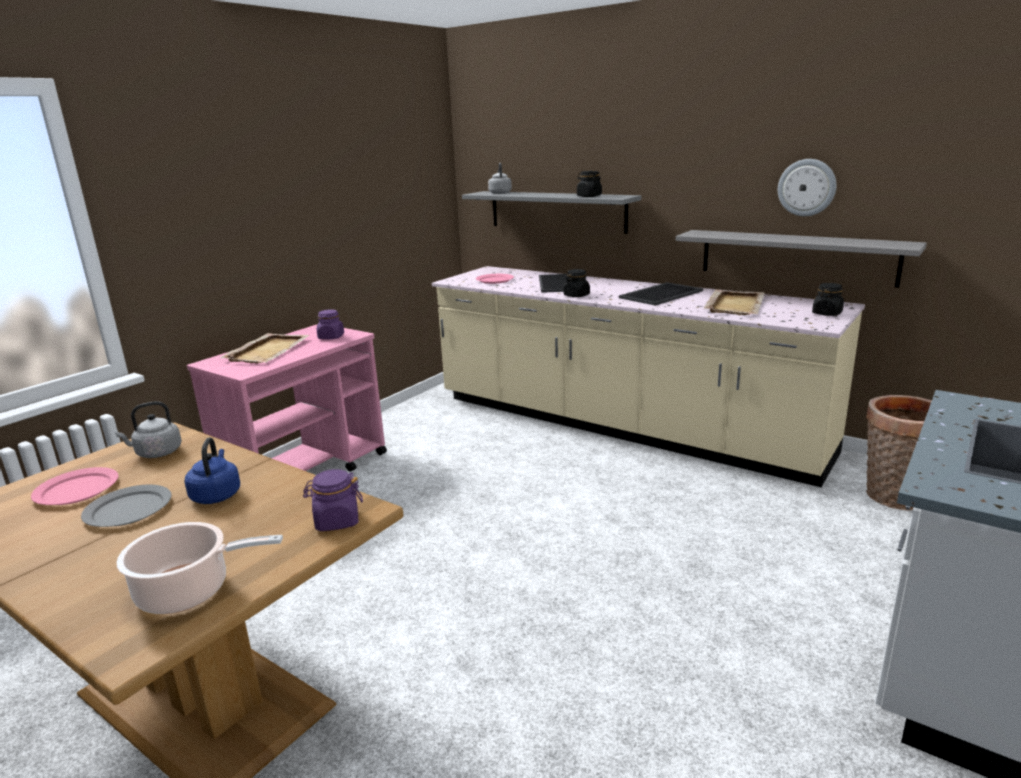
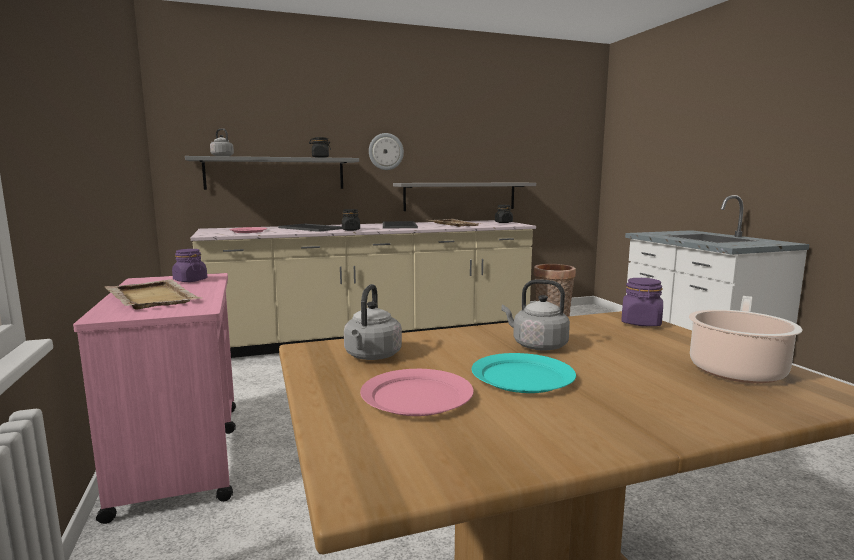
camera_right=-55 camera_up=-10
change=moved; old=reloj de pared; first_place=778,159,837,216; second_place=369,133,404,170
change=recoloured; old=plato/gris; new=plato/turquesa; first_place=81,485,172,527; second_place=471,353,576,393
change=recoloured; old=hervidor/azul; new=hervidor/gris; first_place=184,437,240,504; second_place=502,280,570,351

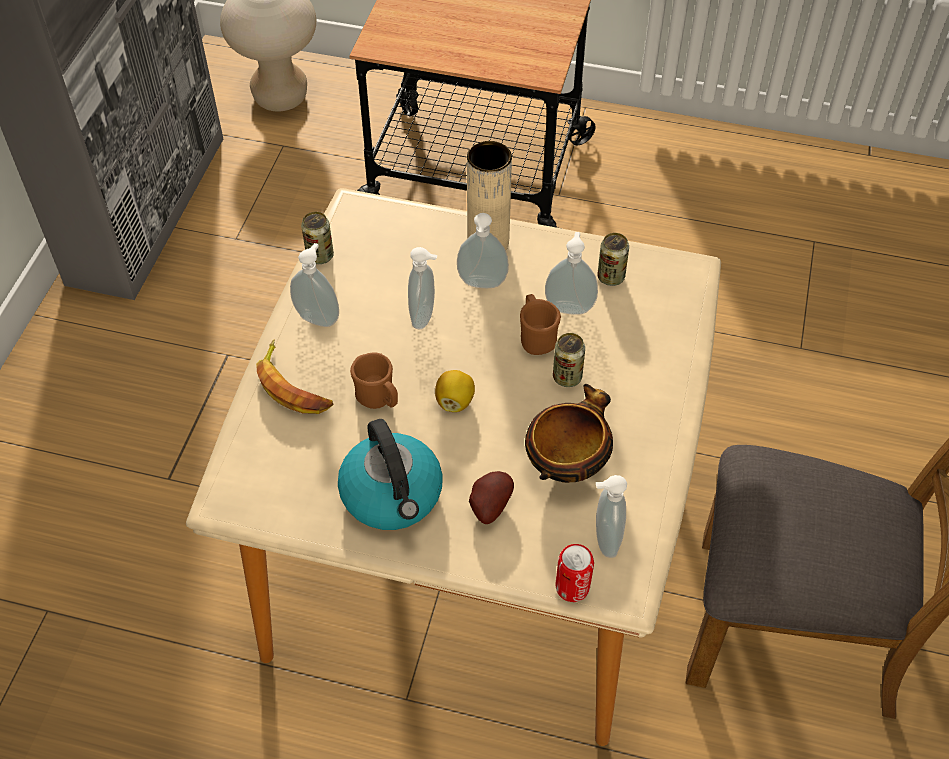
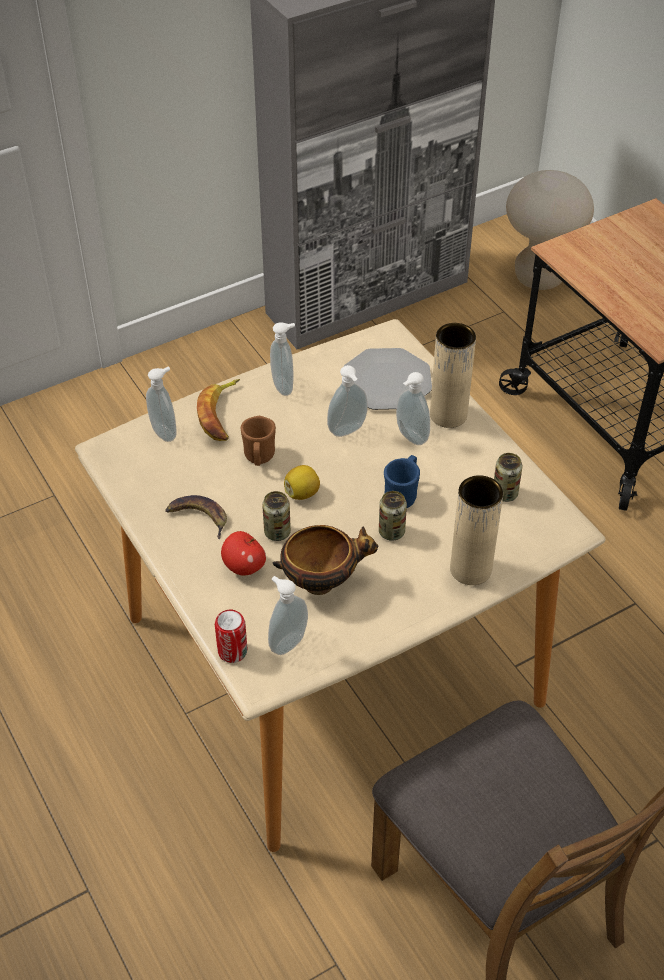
camera_right=45 camera_up=-5
change=added; new=plato; second_place=343,348,432,410
change=added; new=florero/beis; second_place=450,475,503,585
change=moved; old=lata; first_place=301,212,334,264; second_place=262,491,291,541
change=moved; old=dispensador de jabón; first_place=545,232,598,315; second_place=146,367,176,442
change=replaced; old=hervidor; new=plátano; first_place=338,419,443,530; second_place=165,495,227,539
change=replaced; old=patata; new=manzana; first_place=469,471,514,524; second_place=221,531,266,576
change=recoloured; old=taza grande/marrón; new=taza grande/azul; first_place=520,294,561,355; second_place=384,455,420,508

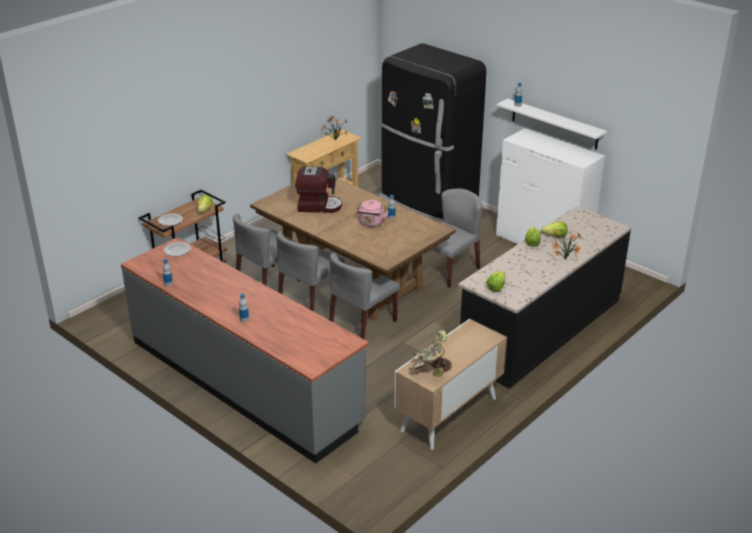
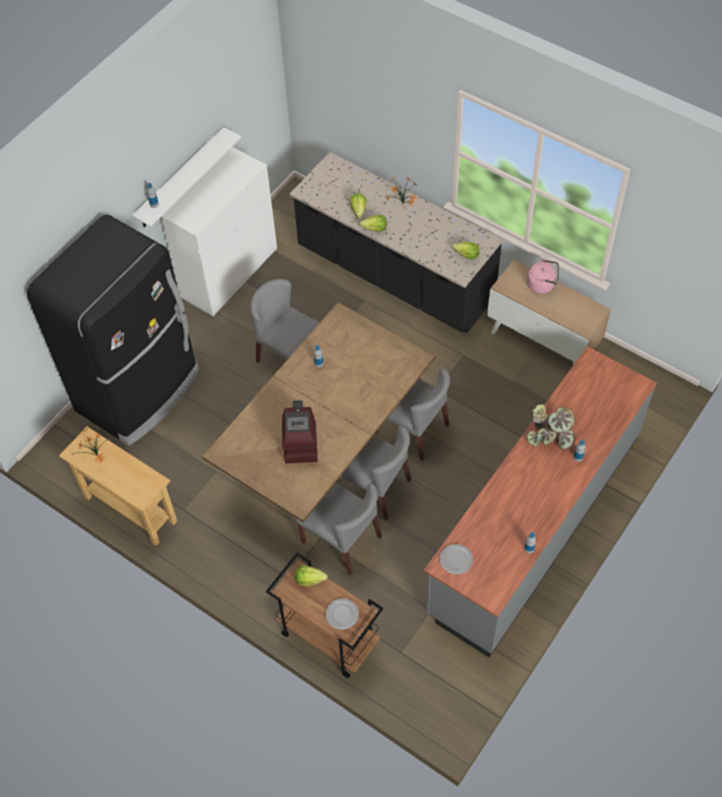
camera_right=-95 camera_up=25
change=moved; old=hervidor/rosa; first_place=357,200,389,227; second_place=527,259,559,294
change=moved; old=planta en maceta; first_place=409,330,452,377; second_place=527,404,575,450

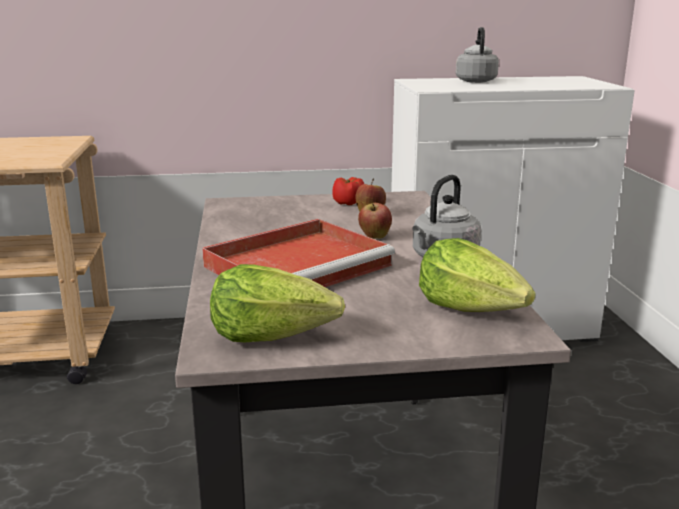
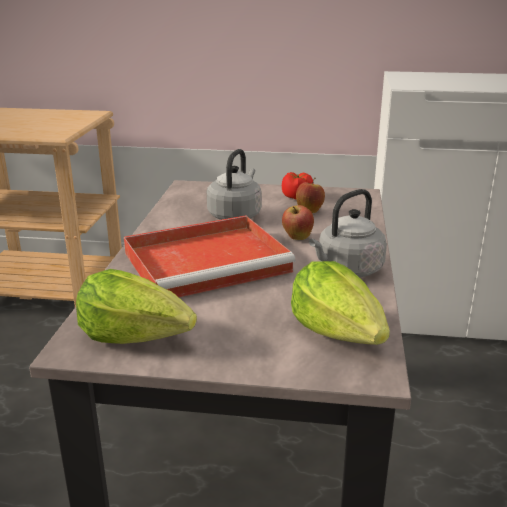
camera_right=15 camera_up=5
change=moved; old=hervidor/gris; first_place=456,27,499,83; second_place=207,149,262,220

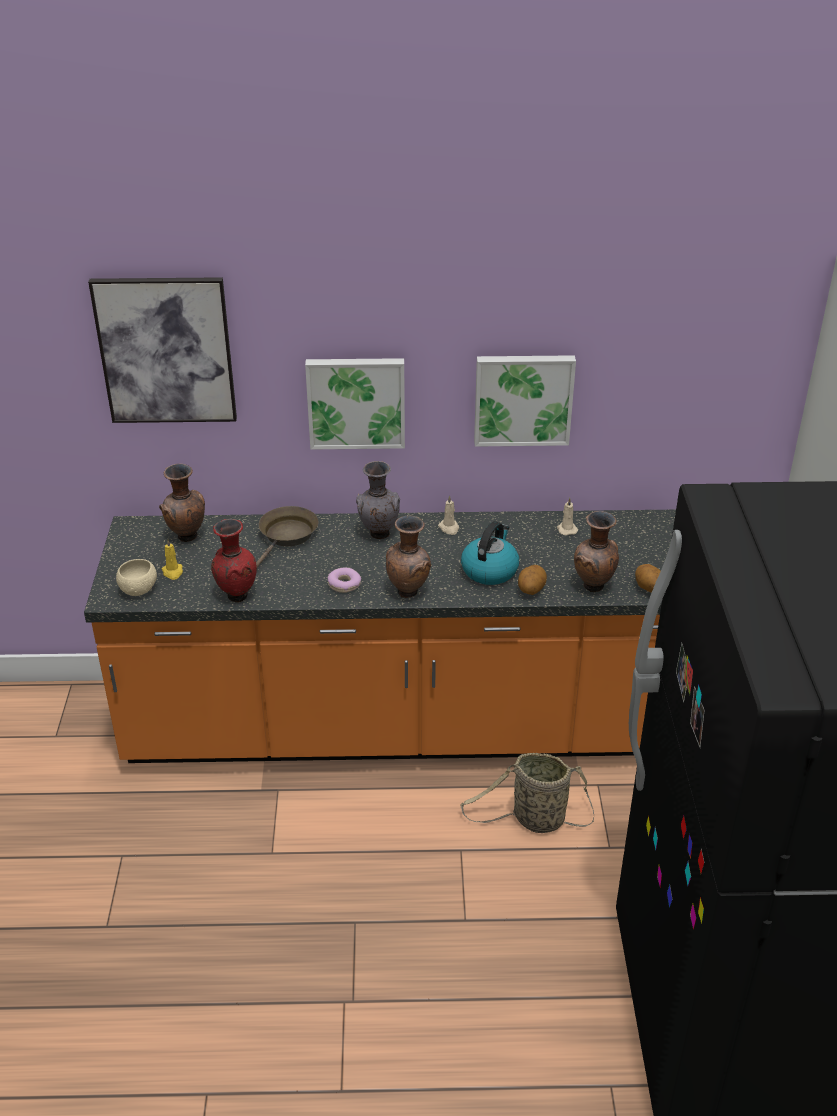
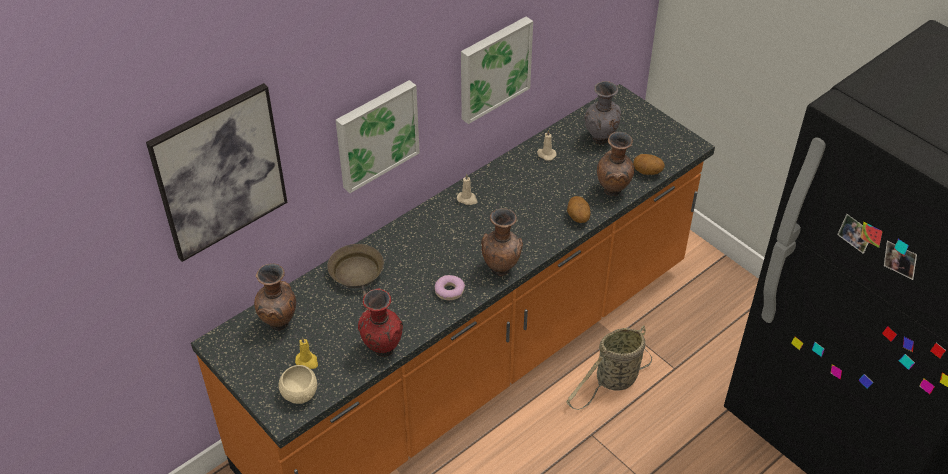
camera_right=-40 camera_up=10
change=removed; old=hervidor; first_place=461,521,519,585
change=moved; old=florero/gris; first_place=356,461,400,539; second_place=584,81,621,144

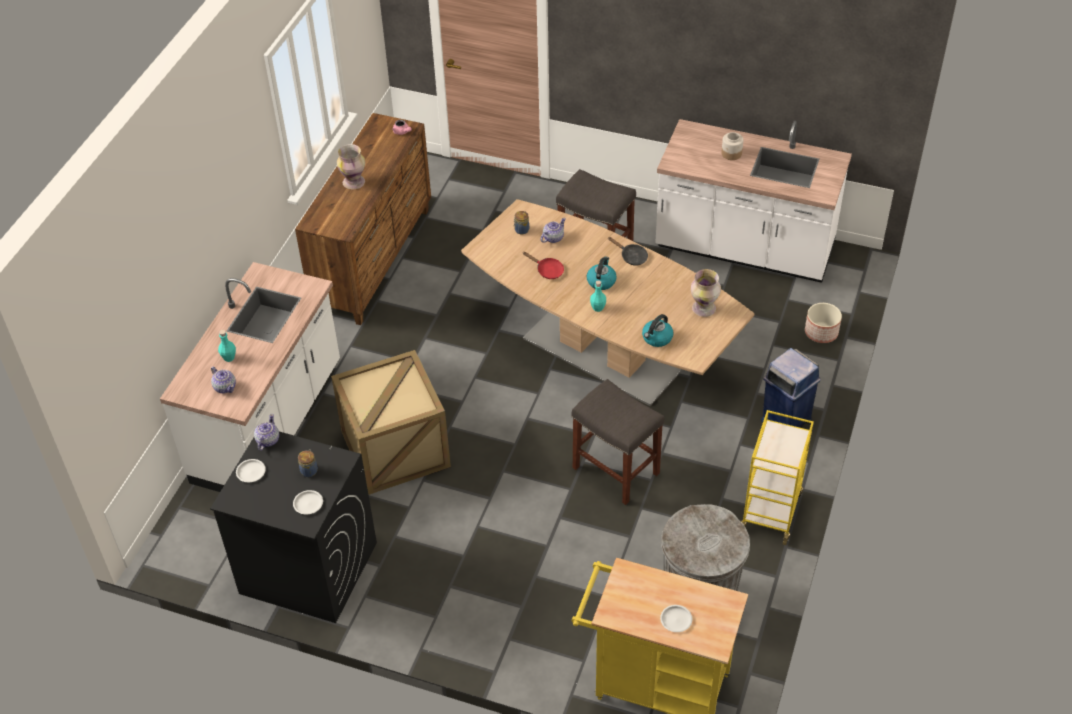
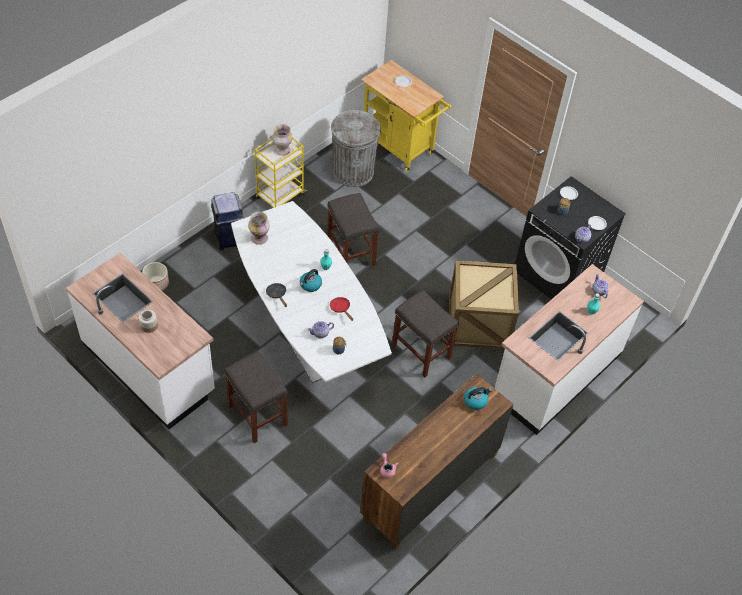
camera_right=-160 camera_up=5
change=added; new=taburete/gris; second_place=392,290,459,378
change=moved; old=florero; first_place=337,144,365,189; second_place=272,124,292,156
change=moved; old=hervidor; first_place=642,314,673,347; second_place=464,387,492,410
change=recoloured; old=mesa de comedor/marrón; new=mesa de comedor/blanco; first_place=461,199,754,406; second_place=231,201,392,383

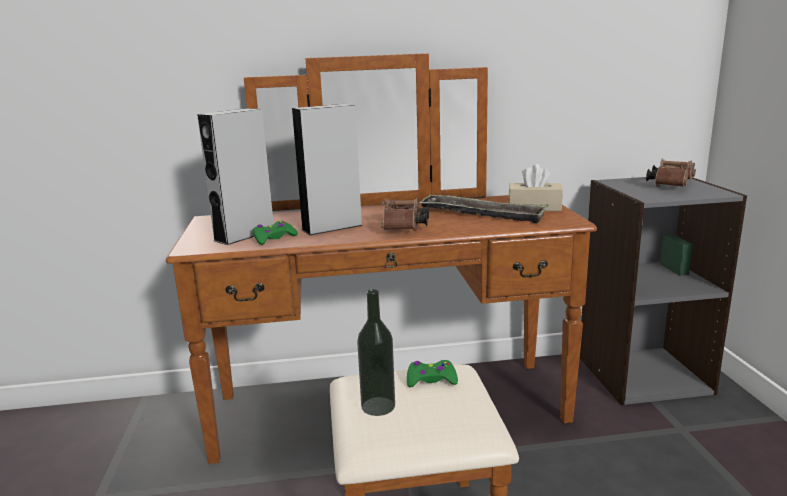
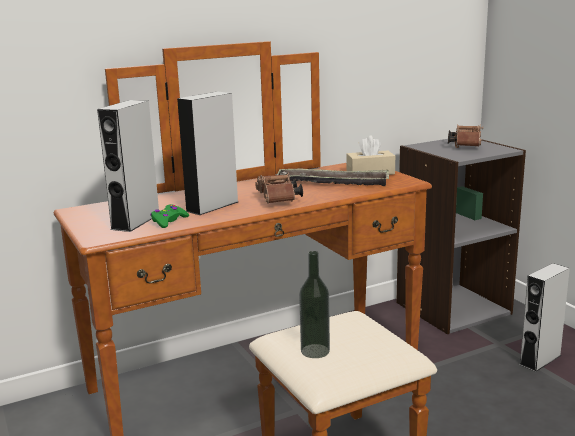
camera_right=-20 camera_up=0
change=removed; old=mando de consola/verde; first_place=407,360,458,387
change=added; new=altavoz/gris; second_place=519,263,570,372

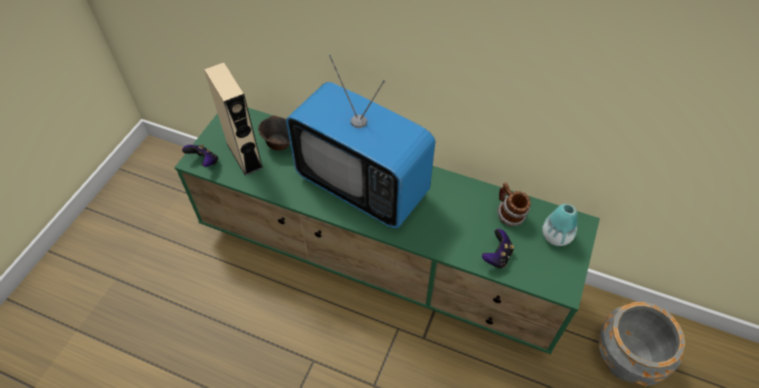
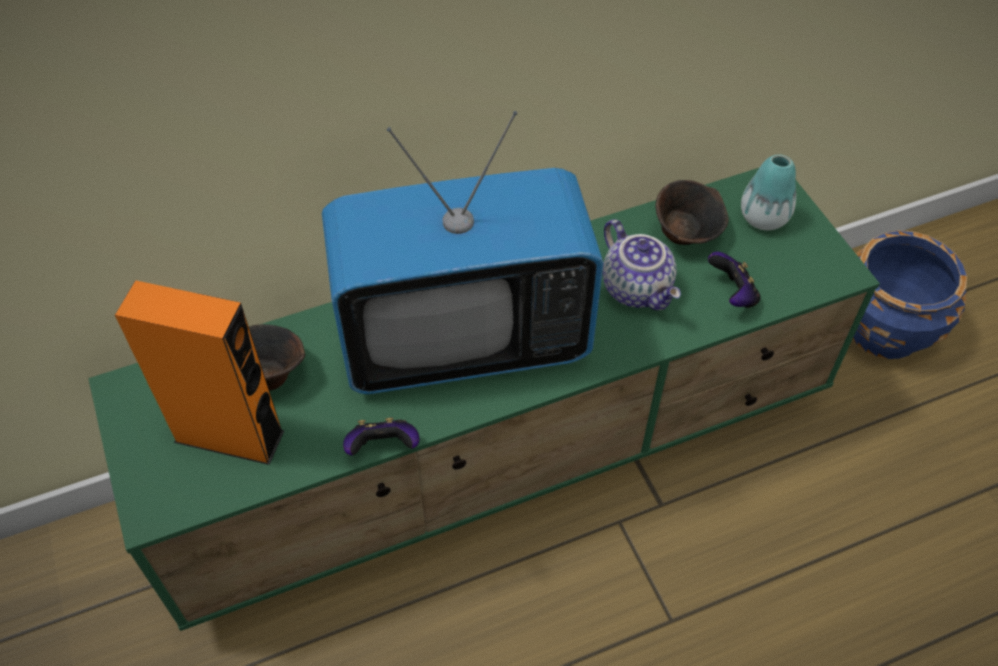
camera_right=-45 camera_up=0
change=added; new=tetera; second_place=603,219,681,311
change=moved; old=mando de consola; first_place=182,144,218,167; second_place=343,418,419,455
change=replaced; old=taza grande; new=cuenco/marrón; first_place=497,182,531,227; second_place=655,180,729,245
change=recoloured; old=altavoz/beis; new=altavoz/naranja; first_place=204,62,263,176; second_place=115,280,284,465
change=recoloured; old=maceta/gris; new=maceta/azul; first_place=599,302,685,386; second_place=852,231,967,359

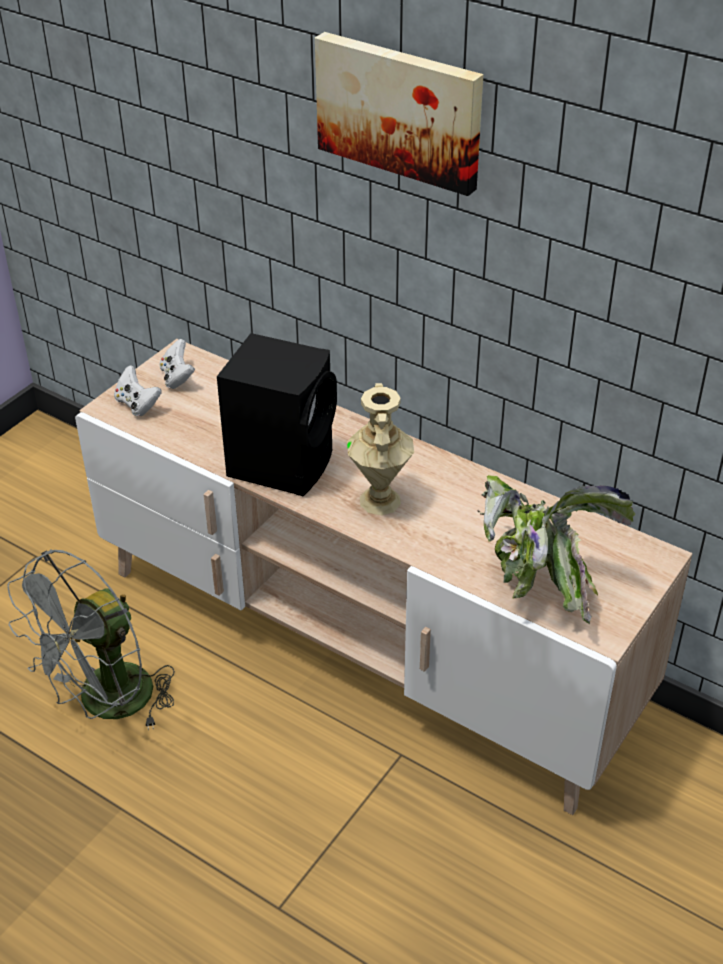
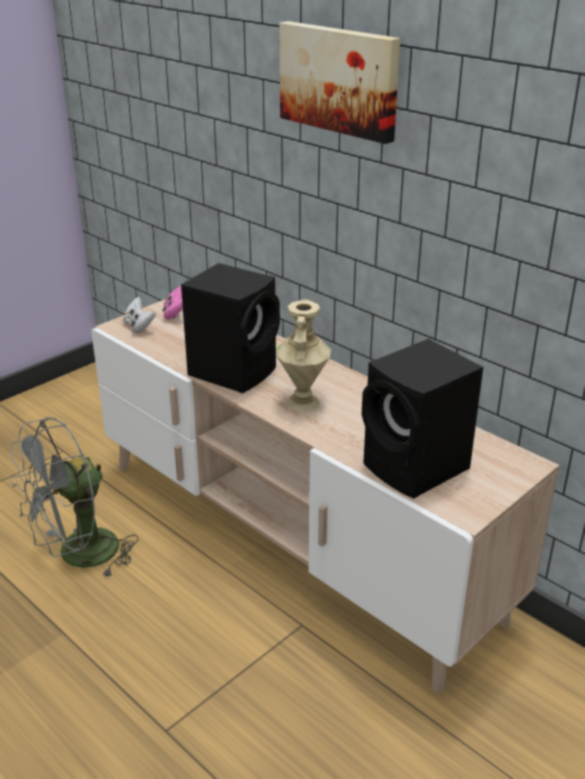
camera_right=10 camera_up=-10
change=replaced; old=planta en maceta; new=altavoz/negro; first_place=478,475,635,624; second_place=362,339,483,499
change=recoloured; old=mando de consola/blanco; new=mando de consola/rosa; first_place=159,339,195,389; second_place=163,286,183,320

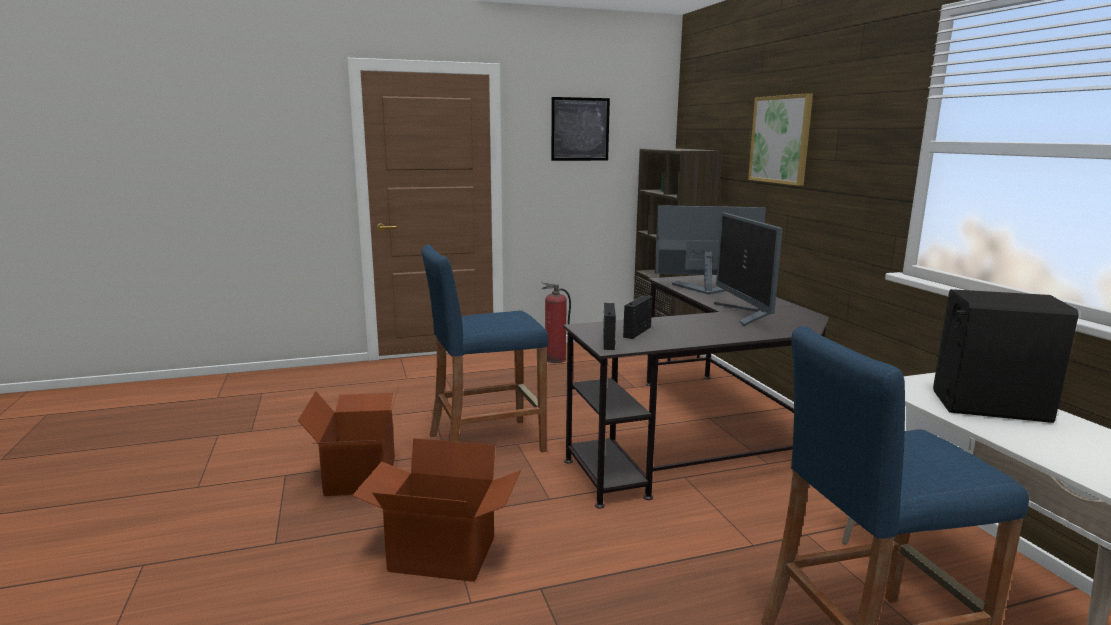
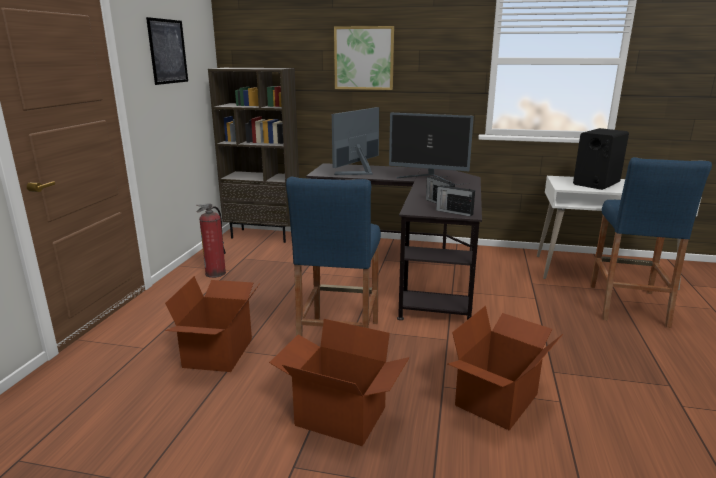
camera_right=-60 camera_up=5
change=added; new=caja de cartón; second_place=165,276,260,372

